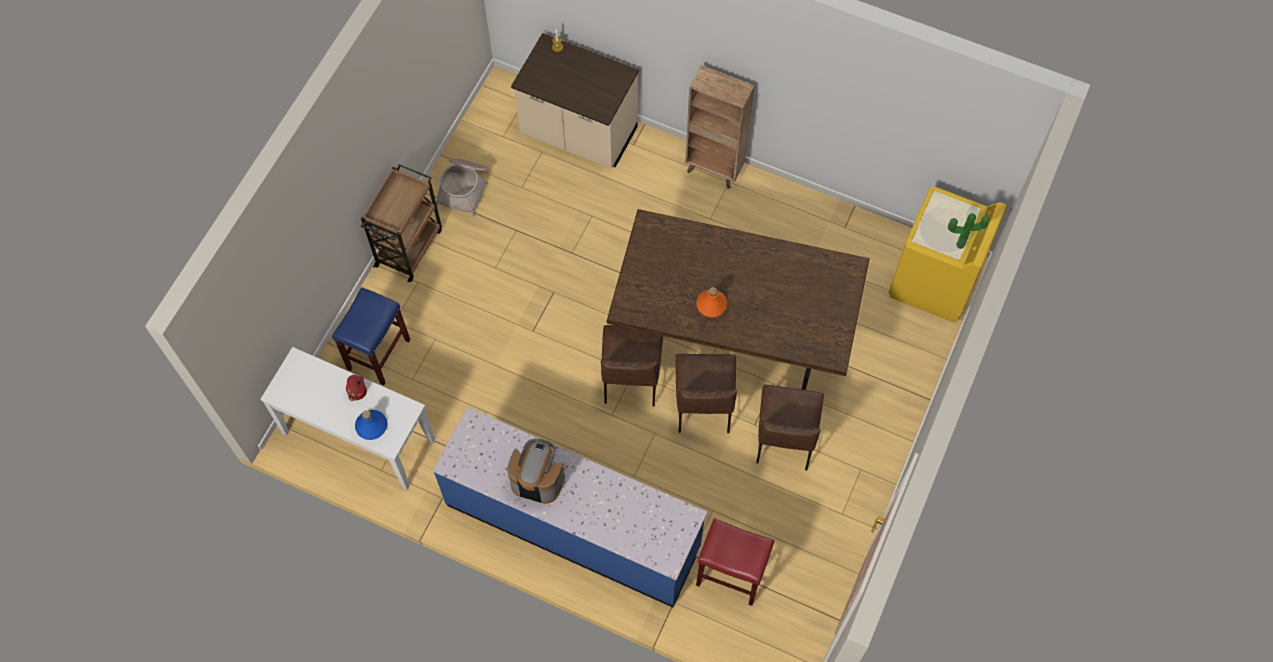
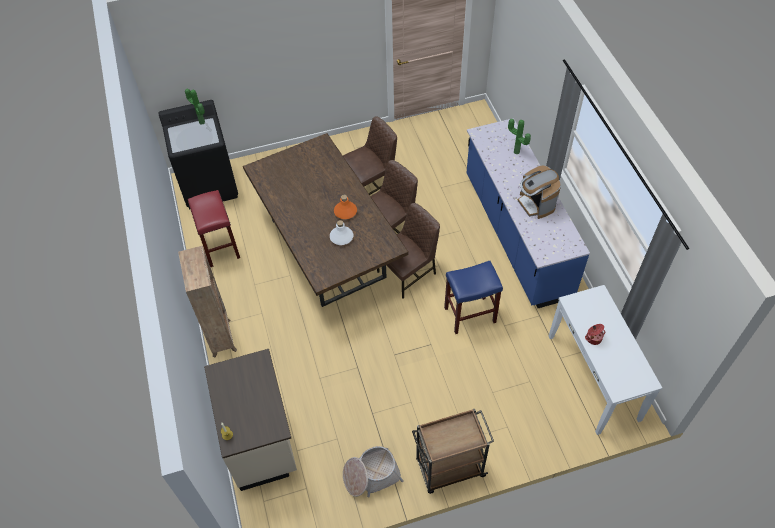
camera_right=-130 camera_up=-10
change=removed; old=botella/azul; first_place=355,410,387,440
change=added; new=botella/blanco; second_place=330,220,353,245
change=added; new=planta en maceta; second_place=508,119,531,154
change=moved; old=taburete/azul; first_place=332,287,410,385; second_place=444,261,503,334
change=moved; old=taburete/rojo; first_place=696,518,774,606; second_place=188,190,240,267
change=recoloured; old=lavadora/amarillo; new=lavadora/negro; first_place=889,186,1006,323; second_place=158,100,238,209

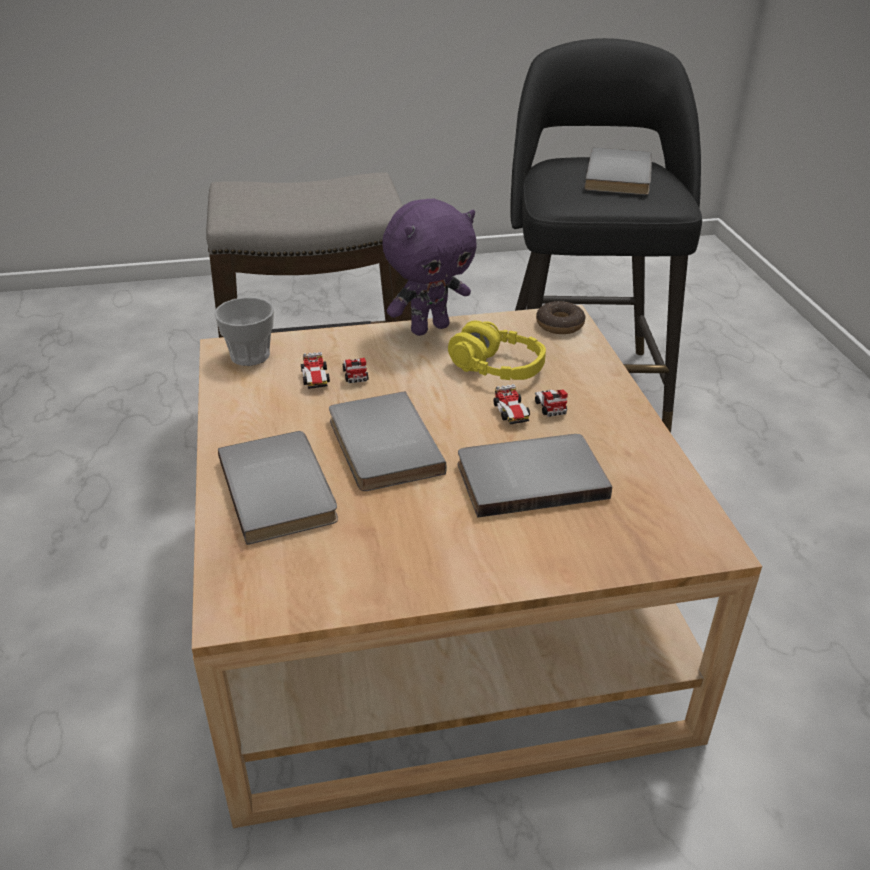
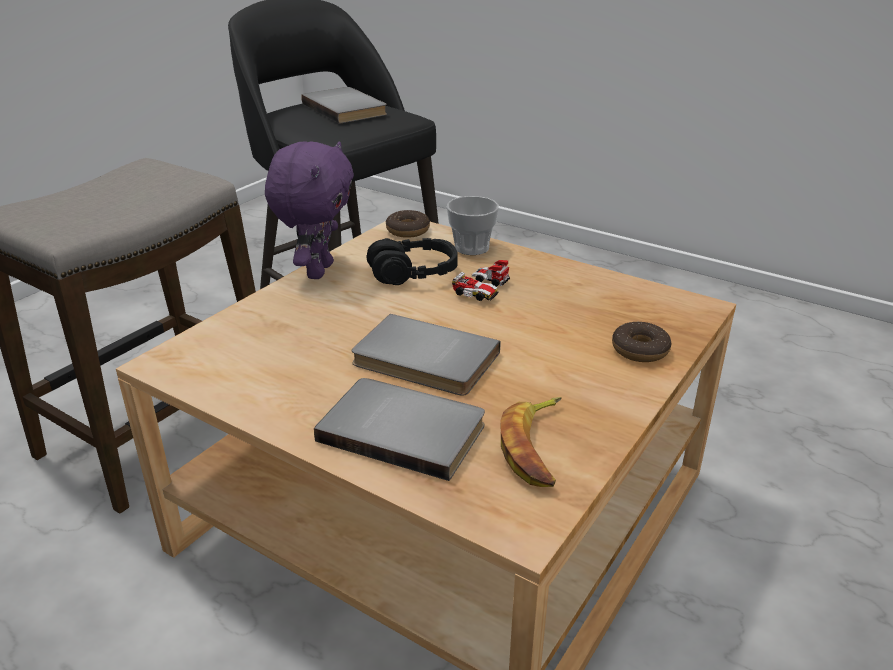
camera_right=-45 camera_up=-5
change=removed; old=coche de juguete; first_place=301,352,368,389
change=removed; old=libro/gris; first_place=458,434,612,518
change=added; new=plátano; second_place=501,397,562,487
change=added; new=rosquilla; second_place=612,322,671,362
change=moved; old=taza; first_place=214,297,274,366; second_place=447,196,499,255
change=recoloured; old=auriculares/amarillo; new=auriculares/negro; first_place=448,320,546,380; second_place=367,238,458,285

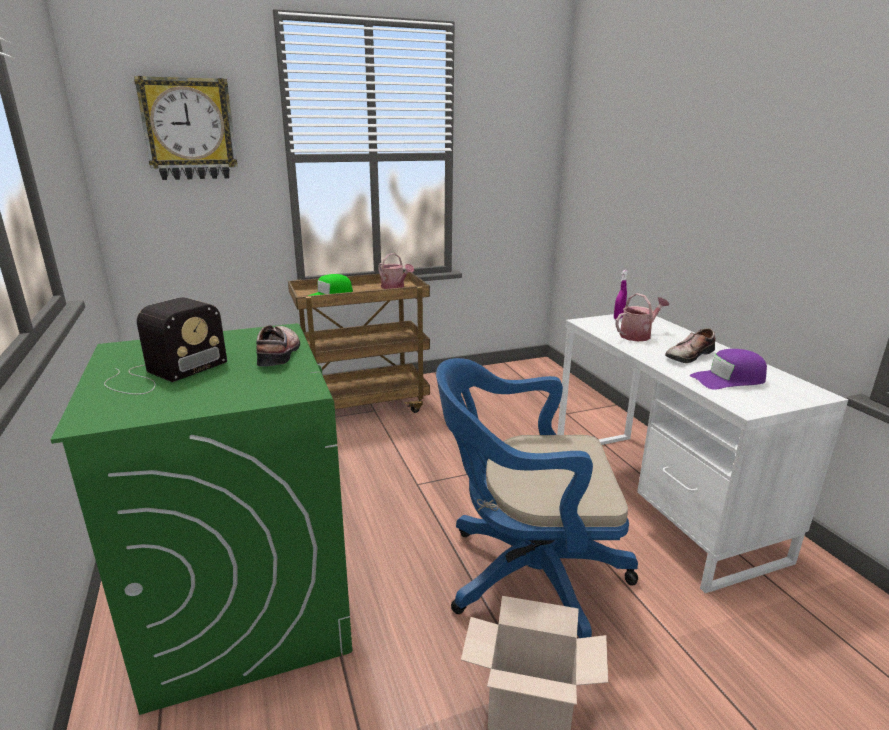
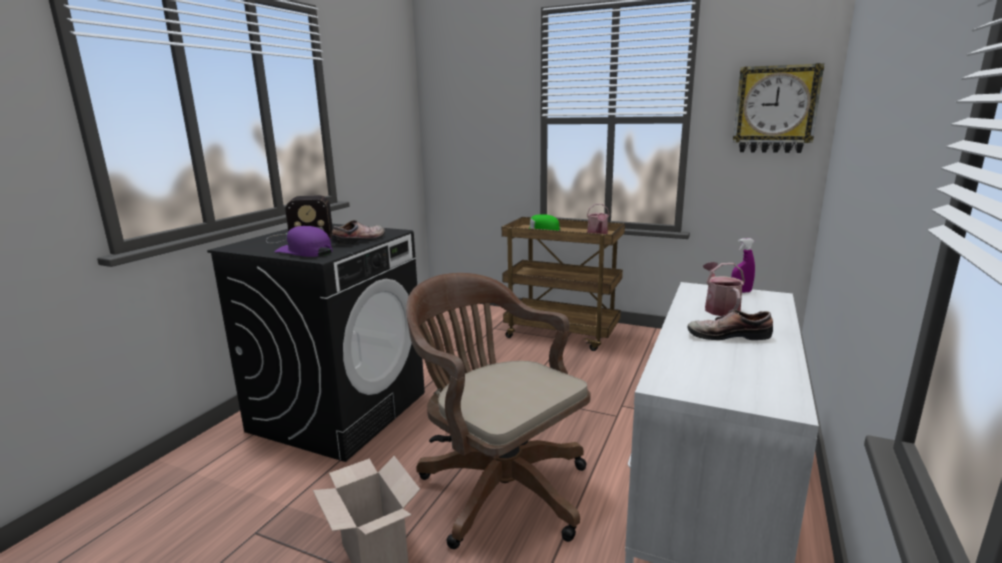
camera_right=45 camera_up=-5
change=moved; old=reloj de pared; first_place=134,76,238,180; second_place=733,63,824,153
change=moved; old=gorra/morado; first_place=690,349,767,390; second_place=274,226,333,257
change=recoloured; old=lavadora/verde; new=lavadora/negro; first_place=51,323,352,715; second_place=207,224,425,462
change=recoloured; old=silla de oficina/azul; new=silla de oficina/marrón; first_place=436,358,638,639; second_place=406,273,590,549
change=turned; old=regadera; first_place=615,293,669,341; second_place=703,262,745,316; degrees=-105

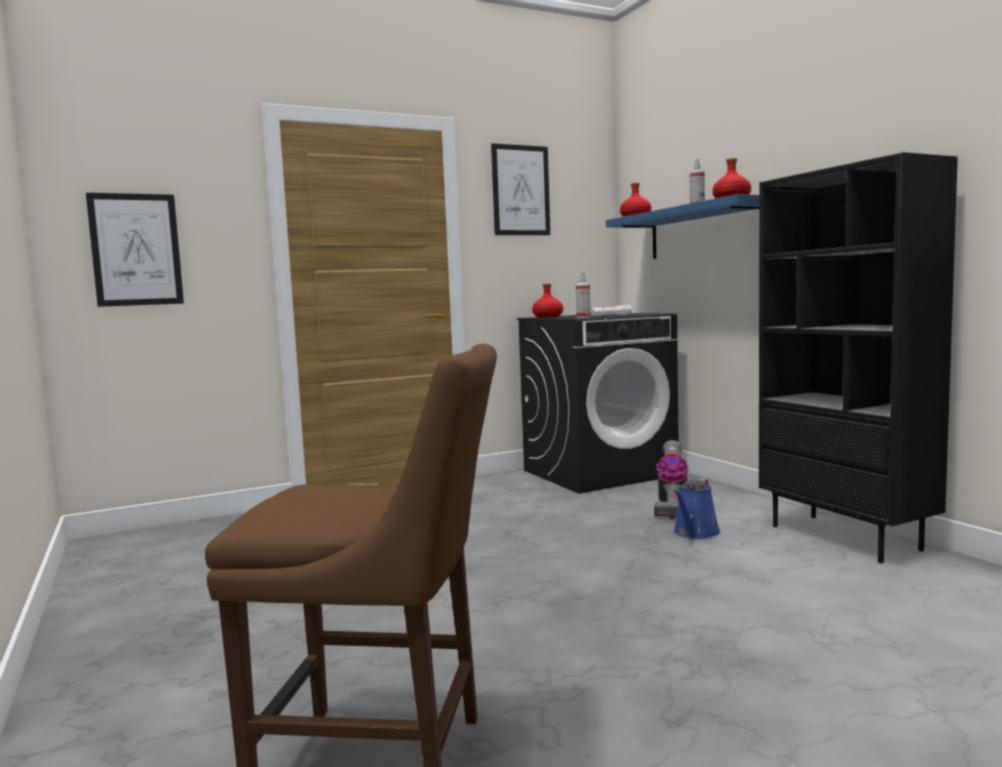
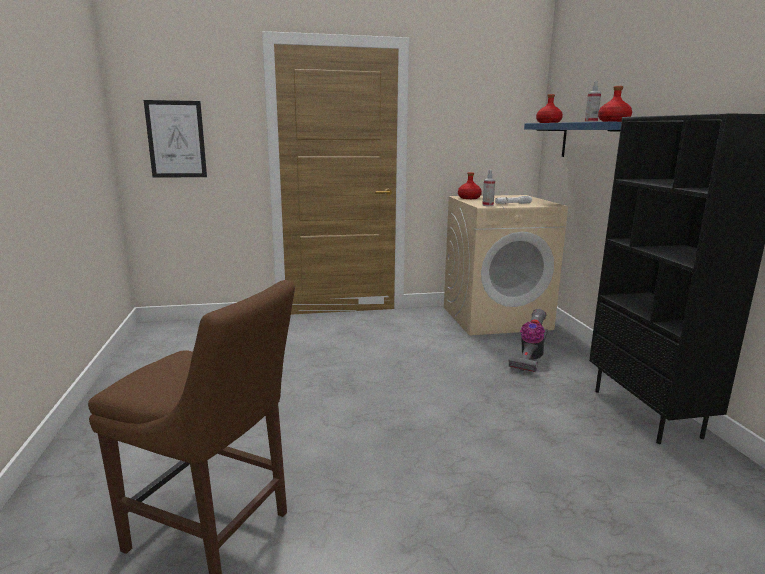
camera_right=15 camera_up=10
change=removed; old=cuadro; first_place=491,143,550,235
change=removed; old=regadera/azul; first_place=673,479,720,539
change=recoloured; old=lavadora/negro; new=lavadora/beis; first_place=517,313,678,494; second_place=444,195,568,336

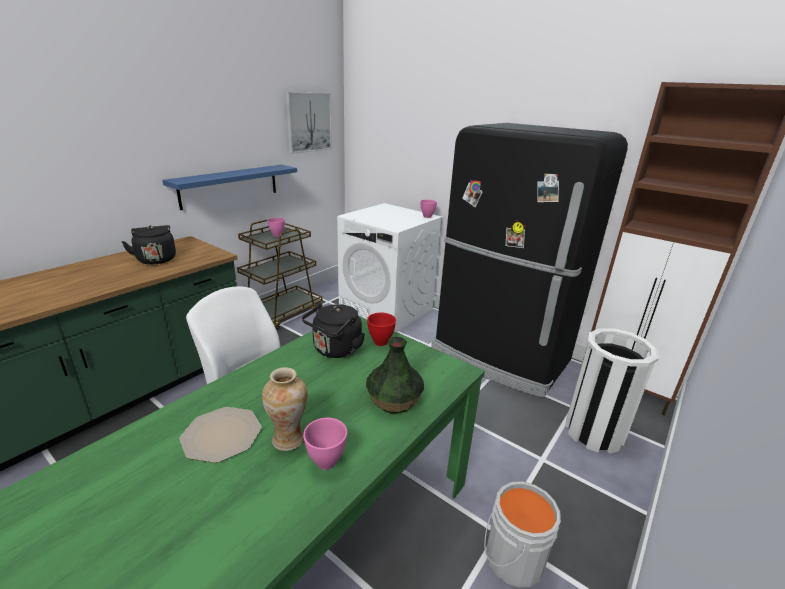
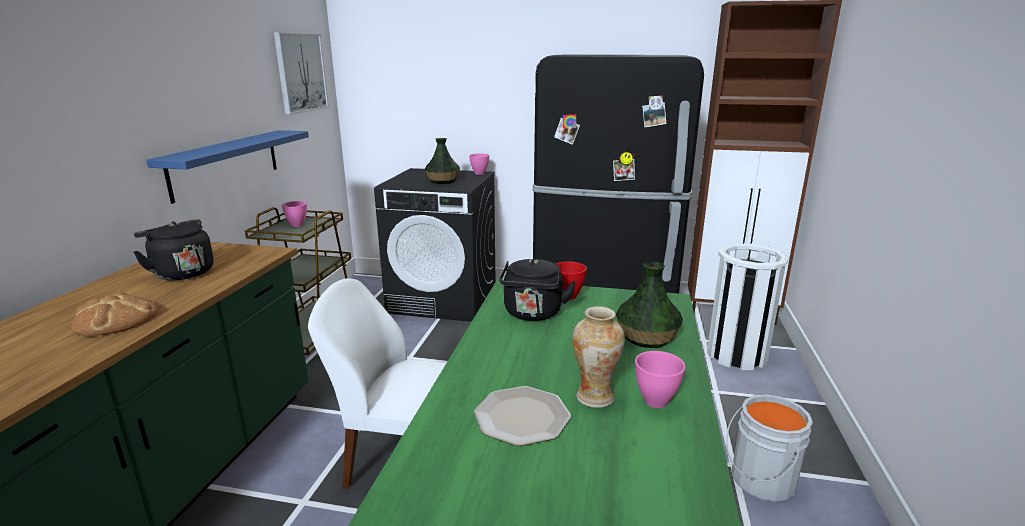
camera_right=-25 camera_up=-5
change=added; new=pan; second_place=71,291,158,336
change=added; new=florero; second_place=425,138,460,184
change=recoloured; old=lavadora/blanco; new=lavadora/negro; first_place=337,203,443,332; second_place=374,168,496,322

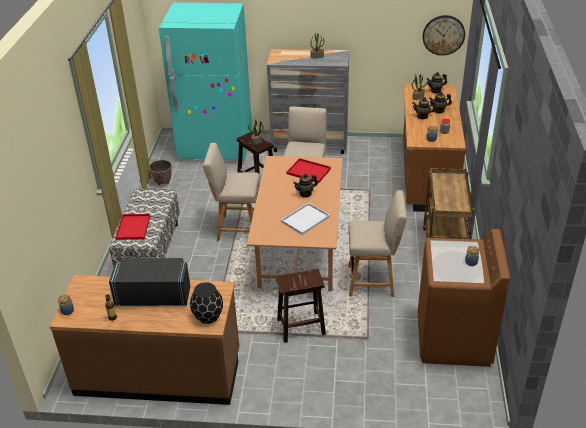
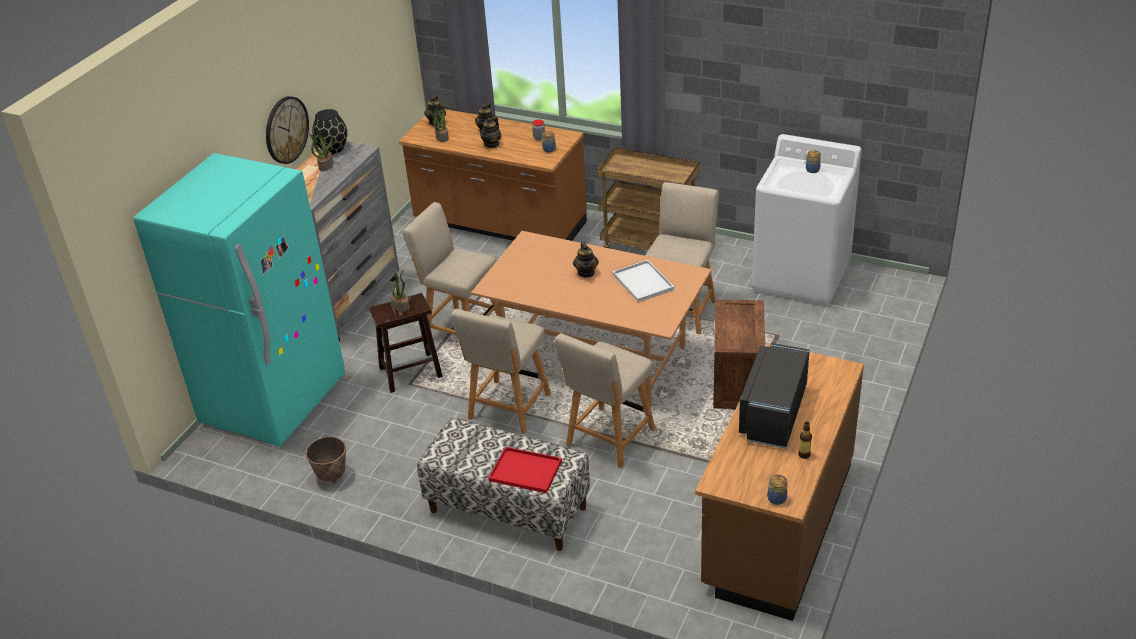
camera_right=-70 camera_up=0
change=removed; old=bandeja/rojo; first_place=286,158,331,183
change=added; new=silla/beis; second_place=555,334,656,468
change=moved; old=florero/negro; first_place=190,282,223,324; second_place=312,109,347,154
change=moved; old=reloj de pared; first_place=423,15,465,56; second_place=266,96,309,164
change=replaced; old=taburete/marrón; new=caja de embalaje; first_place=276,269,326,343; second_place=713,300,765,409
change=recoloured; old=lavadora/marrón; new=lavadora/blanco; first_place=418,229,510,367; second_place=752,134,862,306

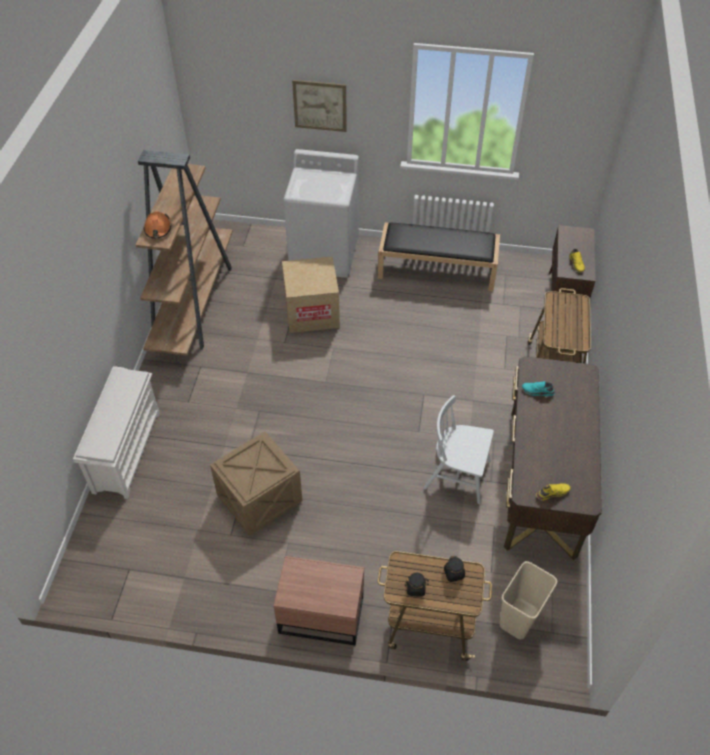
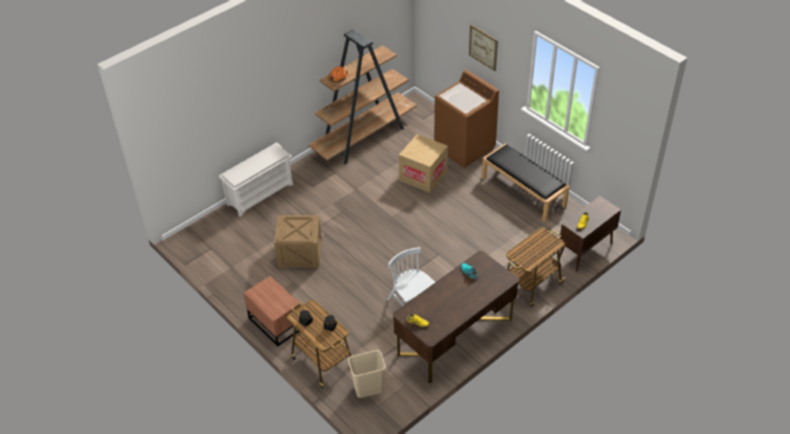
camera_right=40 camera_up=-5
change=recoloured; old=lavadora/blanco; new=lavadora/marrón; first_place=283,149,359,278; second_place=434,70,499,168

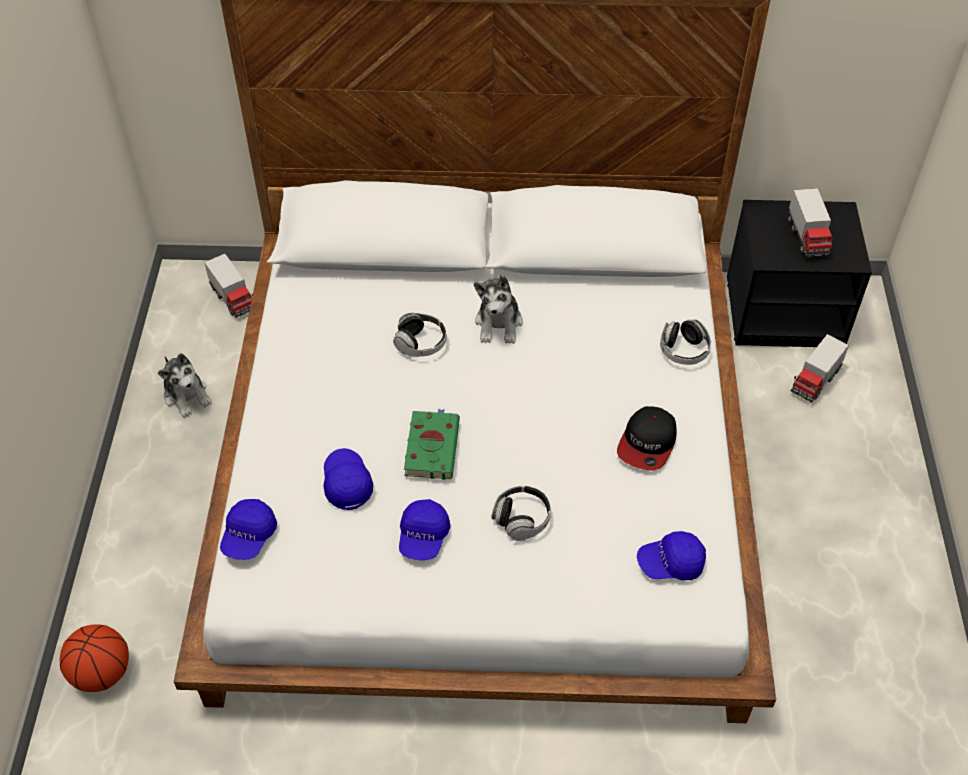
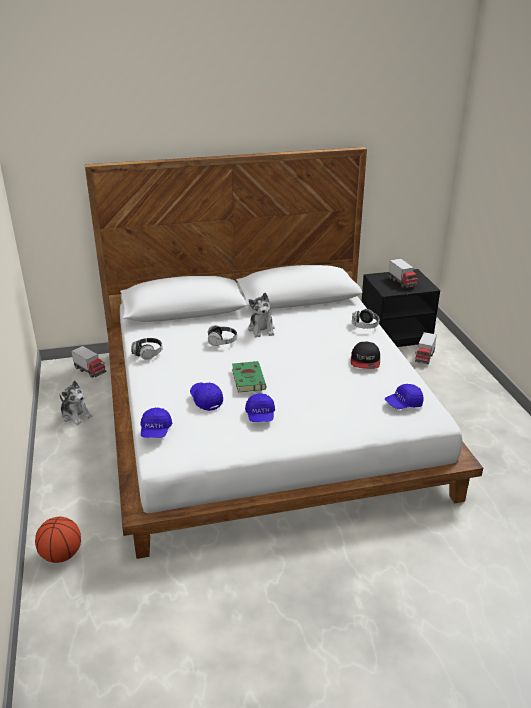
camera_right=-15 camera_up=-20
change=moved; old=auriculares; first_place=492,486,551,541; second_place=131,338,163,360

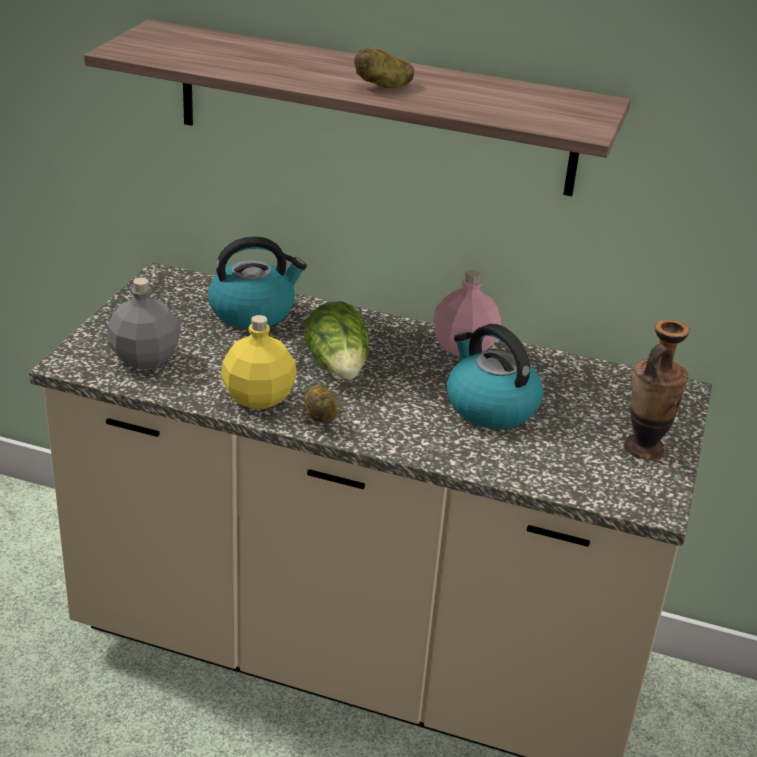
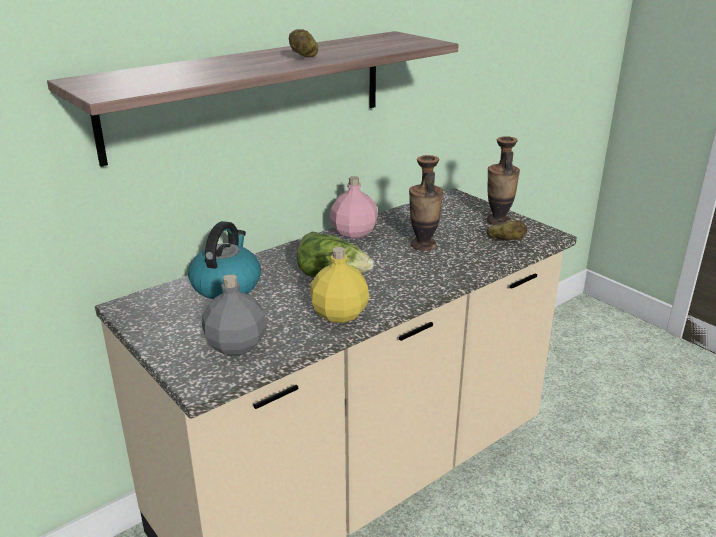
camera_right=-55 camera_up=-5
change=moved; old=patata; first_place=304,385,338,422; second_place=487,220,527,241
change=replaced; old=hervidor; new=florero; first_place=447,324,543,429; second_place=409,155,443,251

